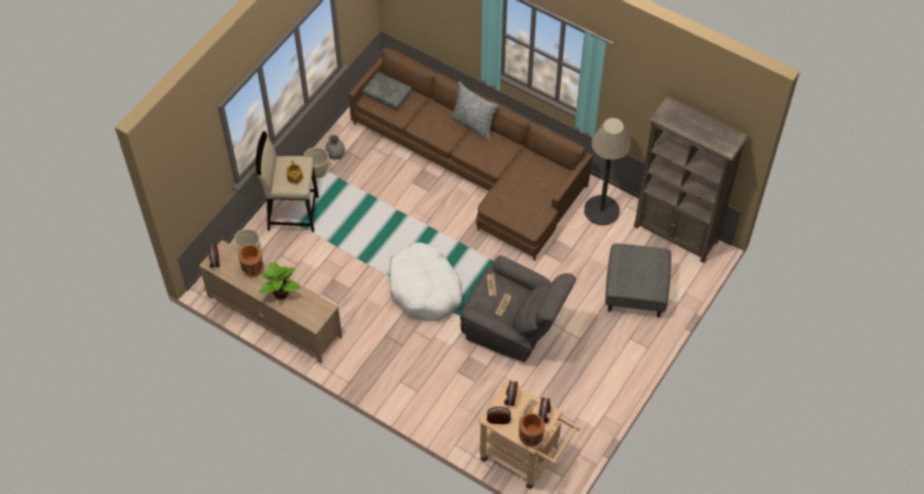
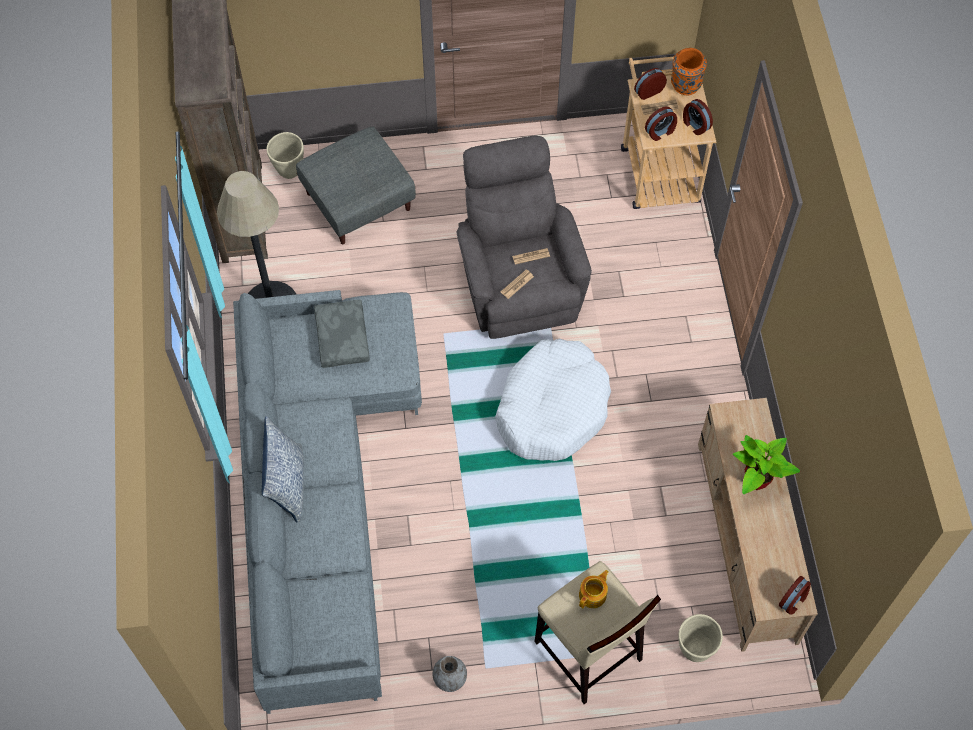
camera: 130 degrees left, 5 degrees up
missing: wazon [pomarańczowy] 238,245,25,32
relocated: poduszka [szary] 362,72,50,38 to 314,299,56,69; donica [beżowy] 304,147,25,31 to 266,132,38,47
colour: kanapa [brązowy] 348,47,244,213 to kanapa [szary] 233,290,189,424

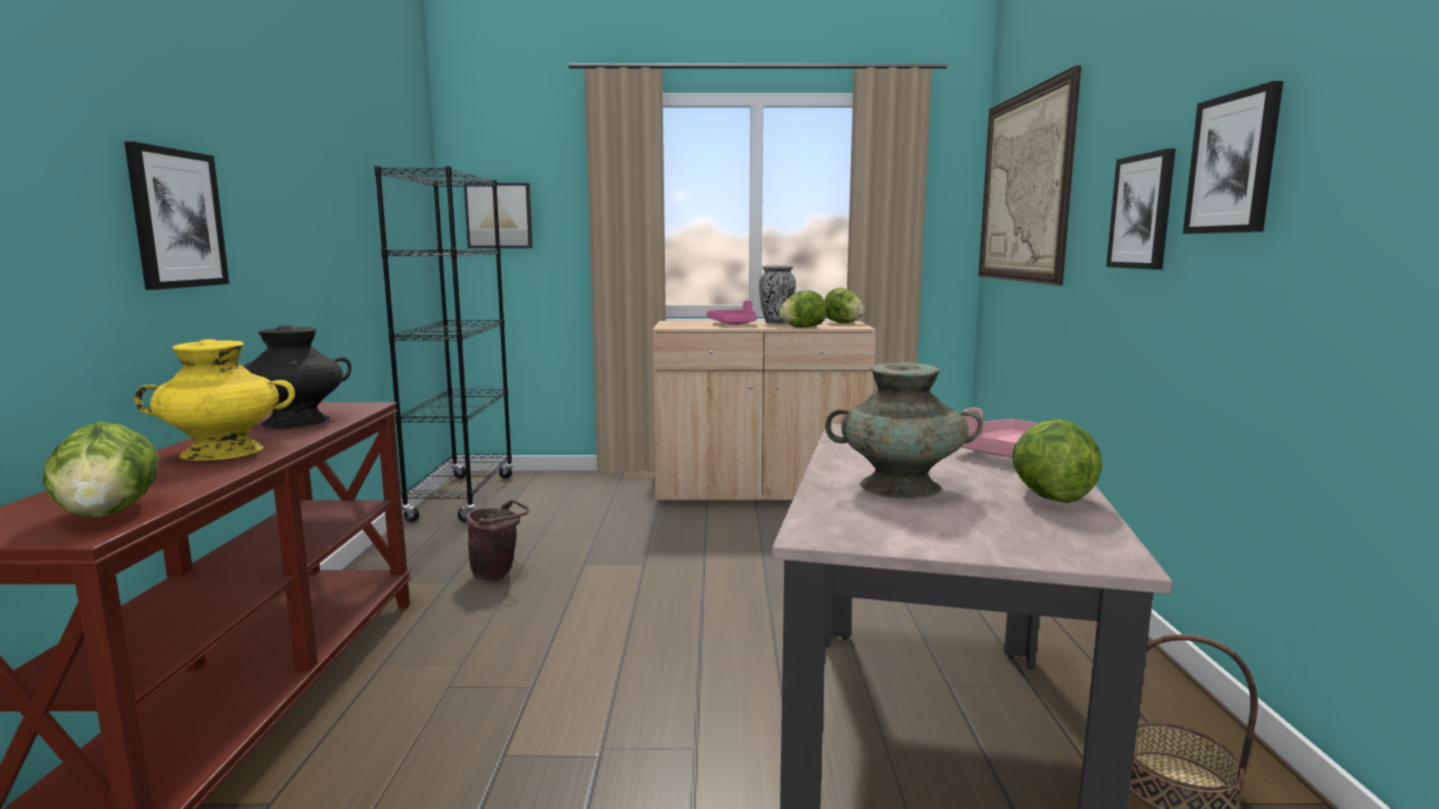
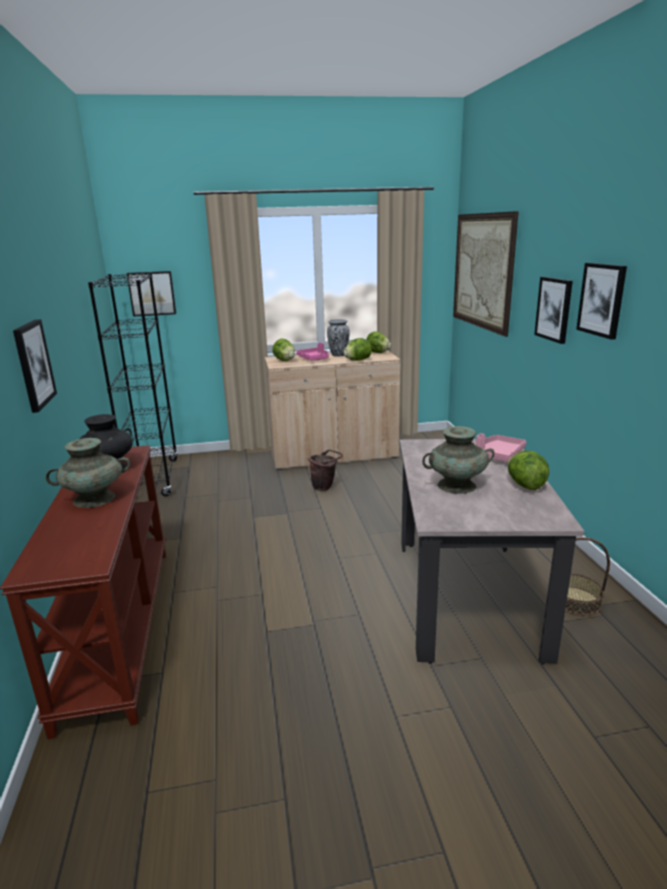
camera: 10 degrees left, 10 degrees up
relocated: sałata 42,421,117,97 to 272,338,23,23; wiadro [brązowy] 465,499,65,81 to 308,450,35,41
colour: wazon [żółty] 134,339,161,122 to wazon [turkusowy] 46,438,84,70

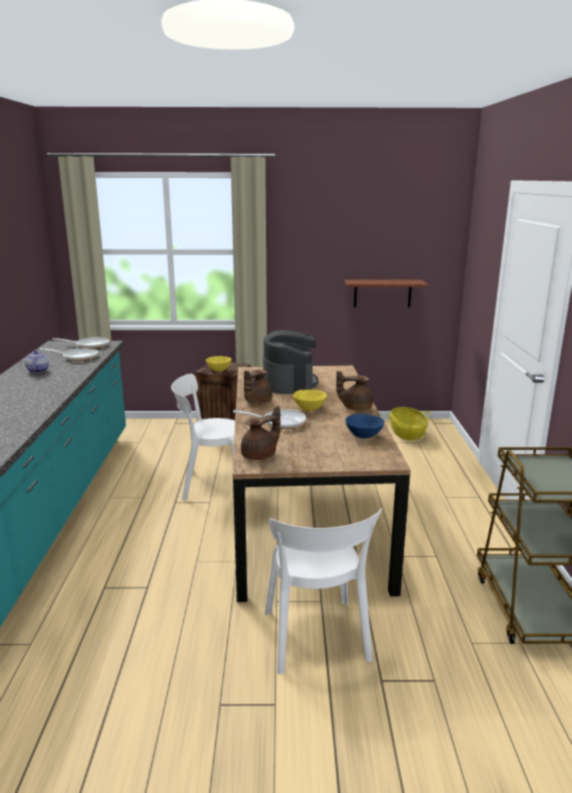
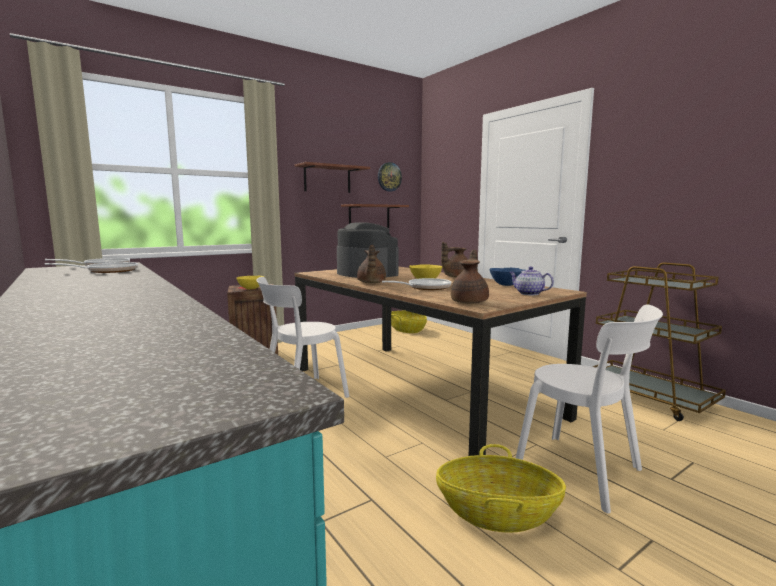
camera: 35 degrees left, 10 degrees down
appeared: półka [brązowy] 295,162,75,31; zegar ścienny 378,162,24,30; koszyk 436,444,130,89
relocated: imbryk 25,350,24,23 to 509,267,45,28

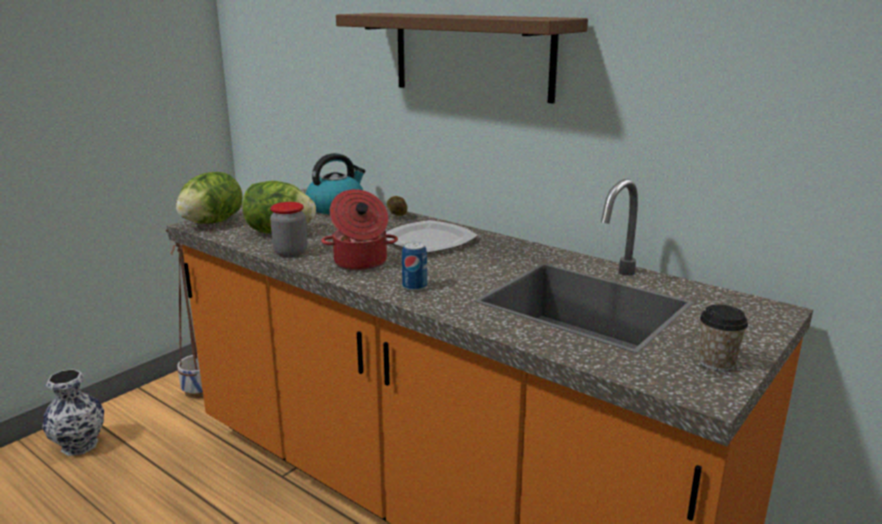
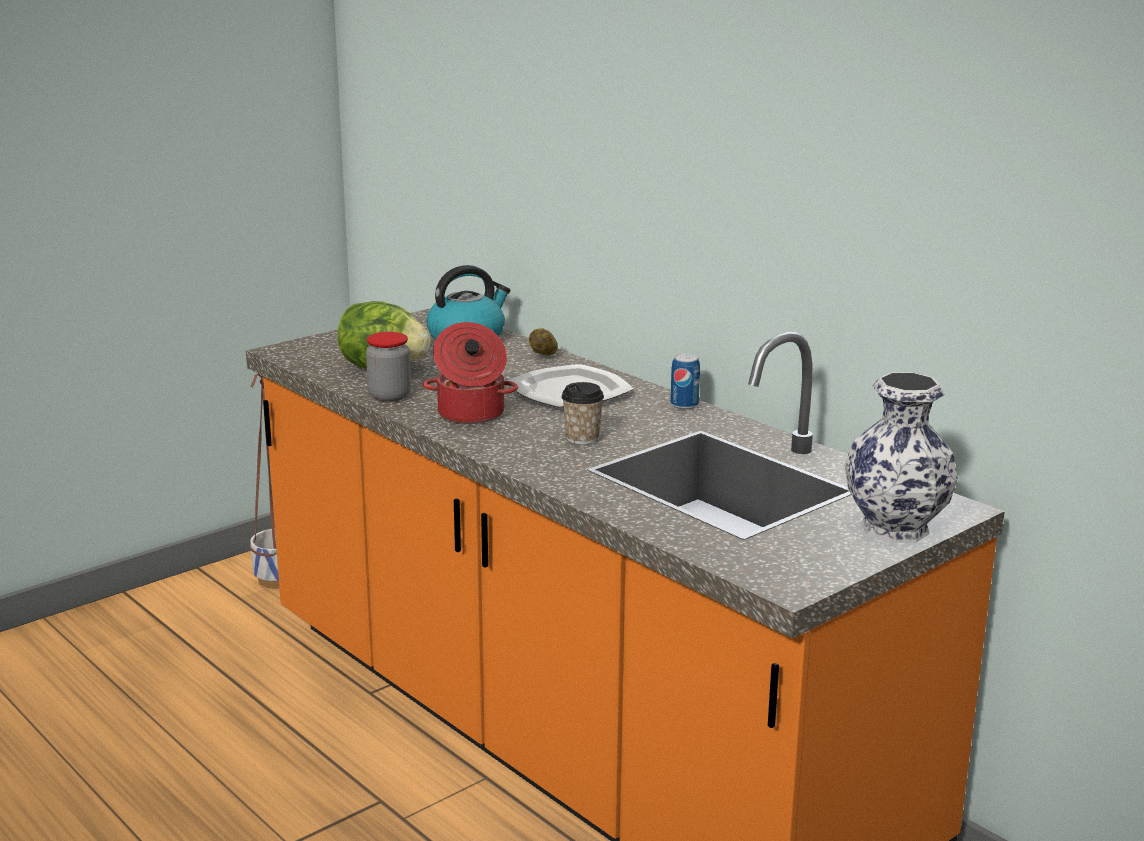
camera: 10 degrees right, 0 degrees up
missing: półka [brązowy] 336,13,252,91; sałata 176,172,66,52
relocated: puszka 402,242,25,49 to 670,354,30,56; filiżanka 699,305,49,66 to 561,382,43,63; wazon 42,369,62,87 to 845,372,113,171

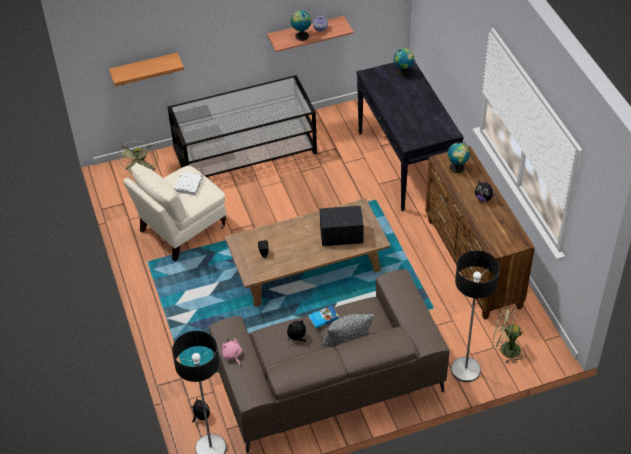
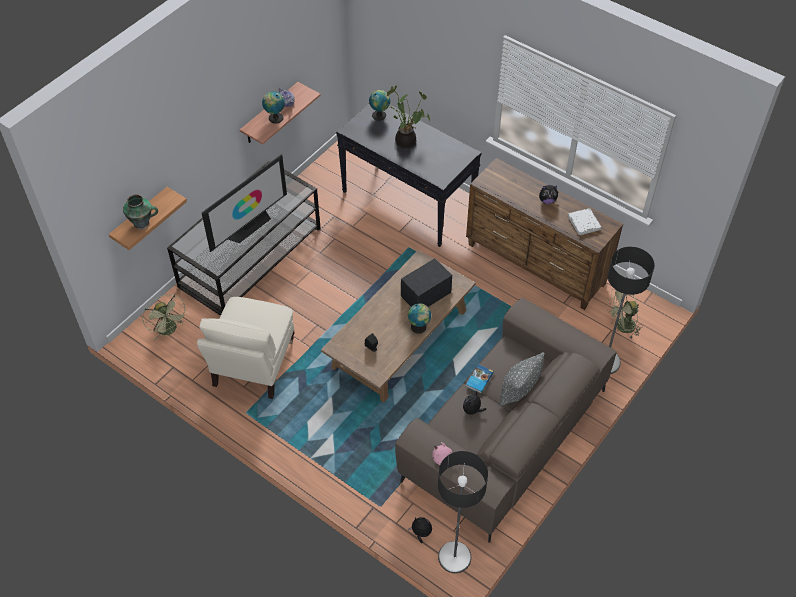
camera: 35 degrees left, 5 degrees up
appeared: roślina doniczkowa 382,86,48,62; telewizor 202,154,85,98; wazon 123,194,35,36
relocated: globus 447,142,23,31 to 408,303,23,31; książka [biały] 174,171,29,24 to 568,208,33,28

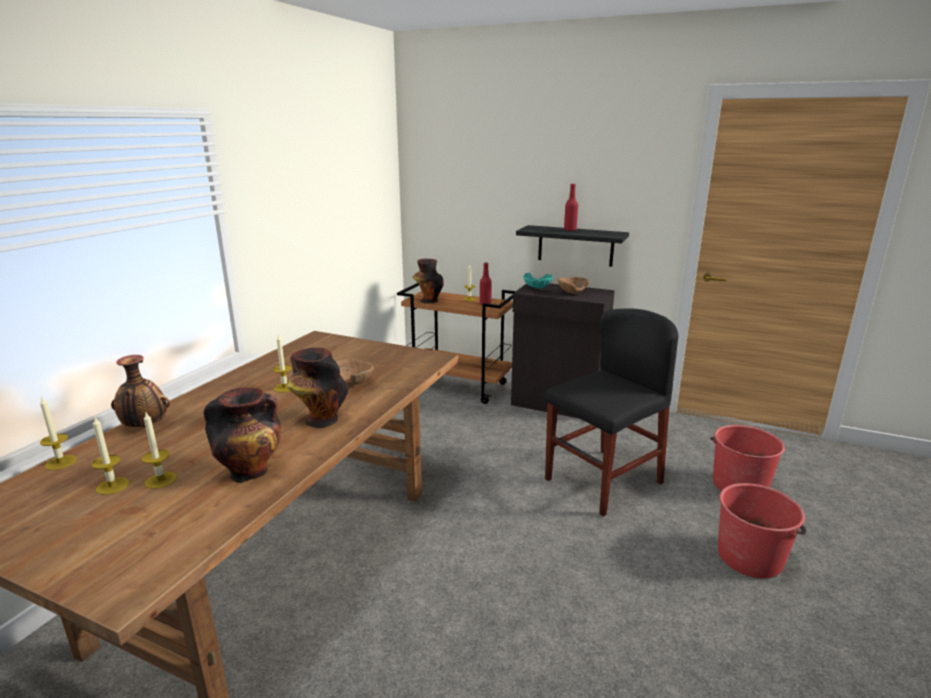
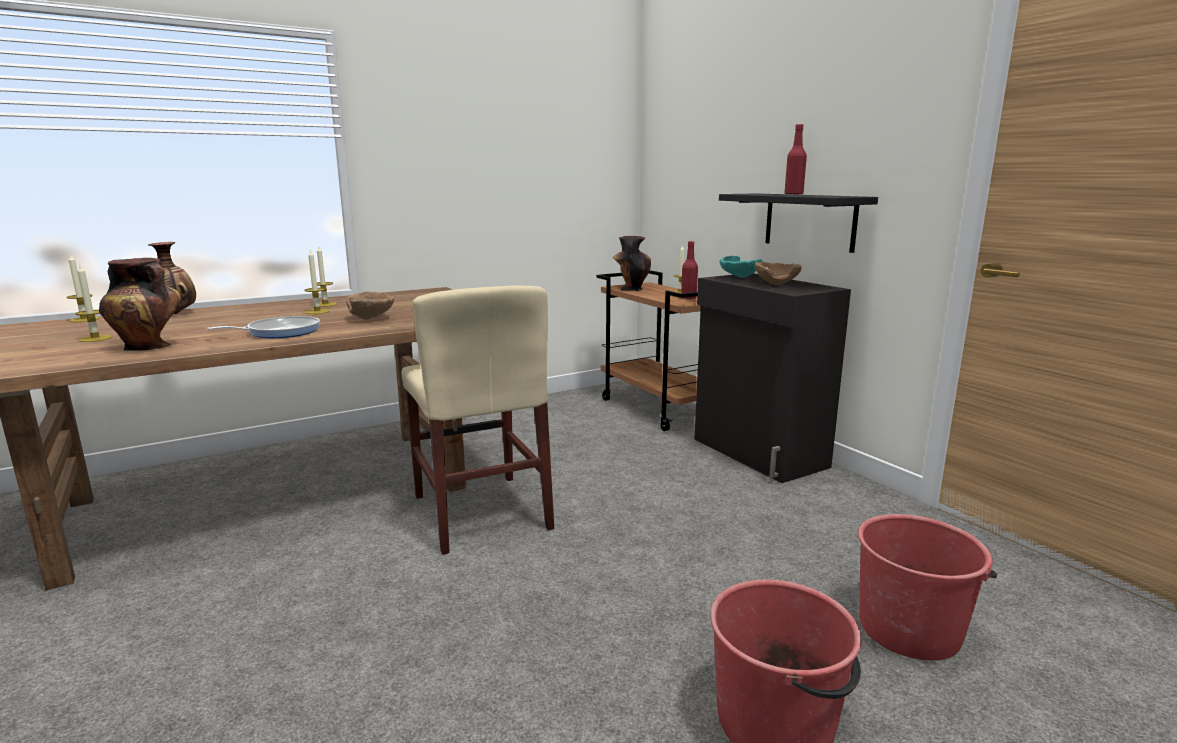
camera: 35 degrees right, 5 degrees down
missing: krzesło [czarny] 545,309,133,208
appeared: krzesło [beżowy] 402,286,152,269
relocated: świeca 92,417,37,78 to 317,246,20,61
exchanged: wazon 287,348,61,80 to patelnia 207,316,113,22

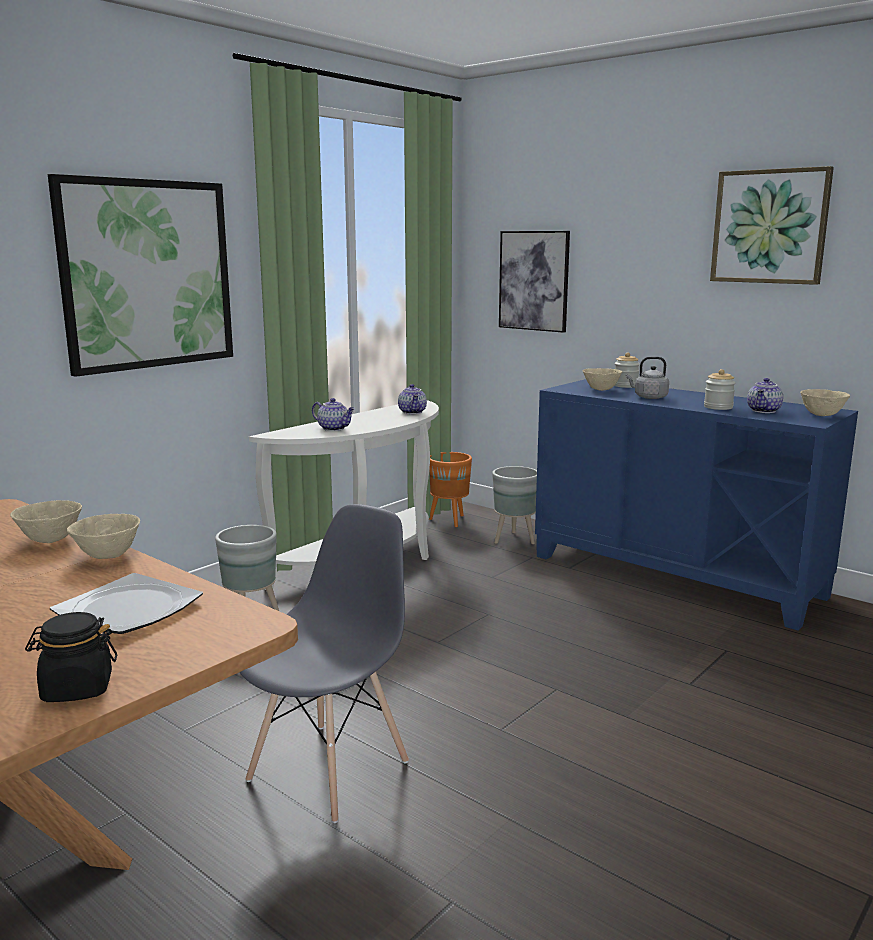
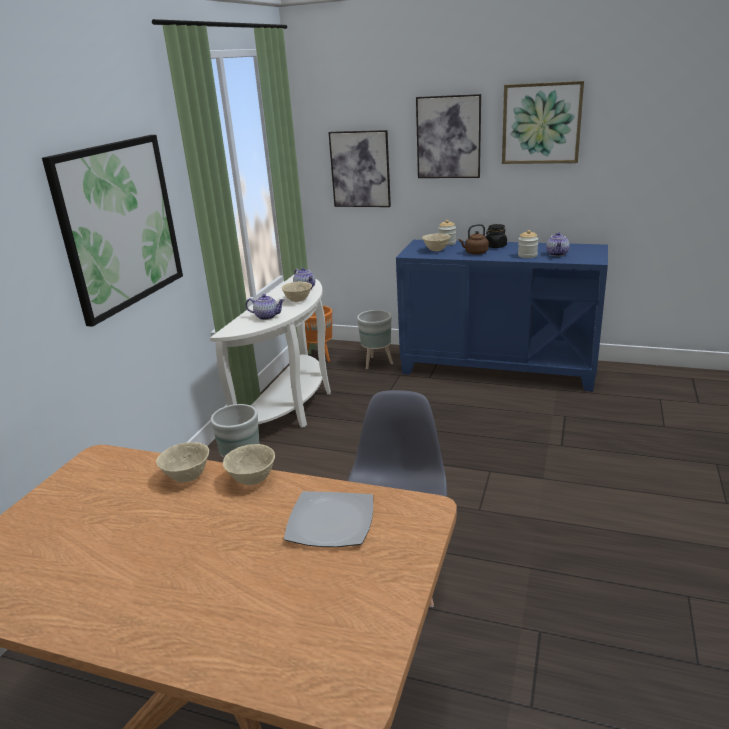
camera: 20 degrees left, 10 degrees up
appeared: obraz 416,94,65,84
relocated: miska [beżowy] 800,389,50,27 to 281,282,31,20; słoik [czarny] 25,612,92,90 to 485,224,22,24
colour: czajnik [szary] 626,357,43,42 to czajnik [brązowy] 459,224,30,31

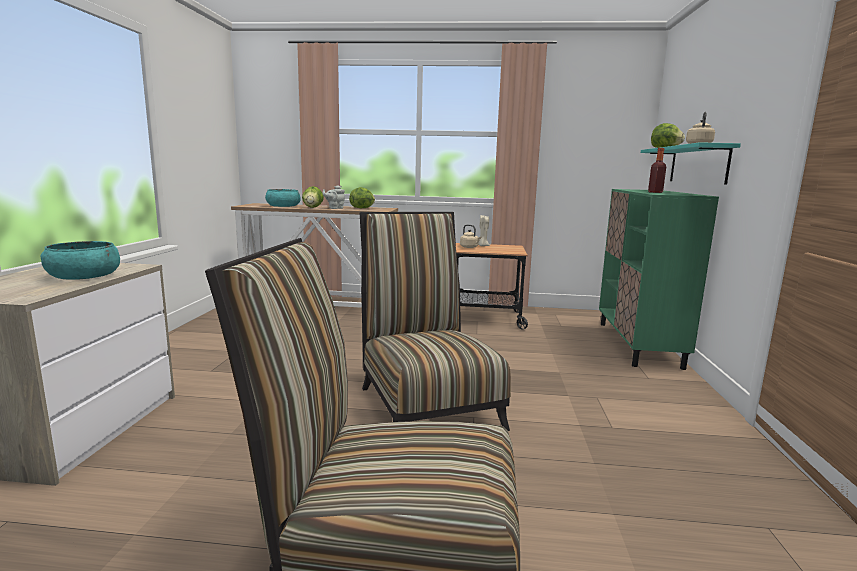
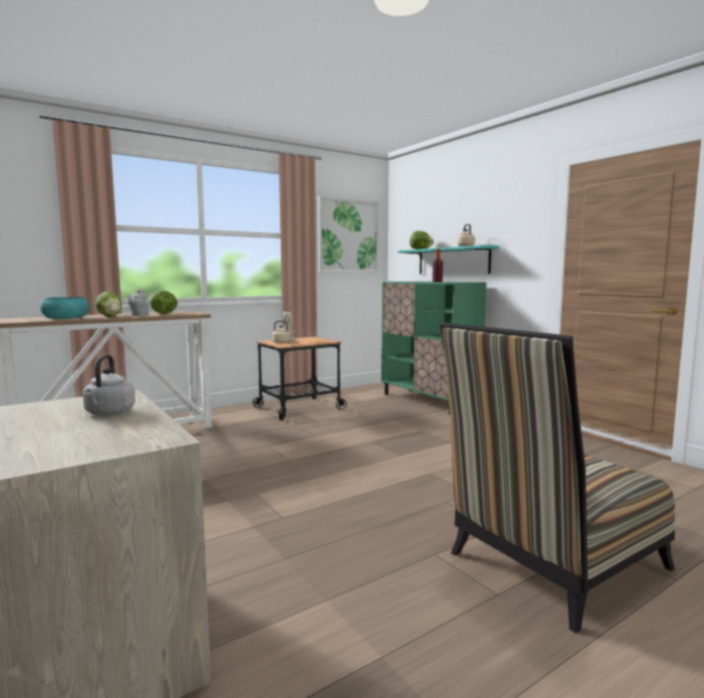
camera: 40 degrees left, 5 degrees down
missing: krzesło 360,212,151,219
appeared: obraz 317,196,63,77
exchanged: miska [turkusowy] 40,241,80,39 to czajnik [szary] 83,354,52,61

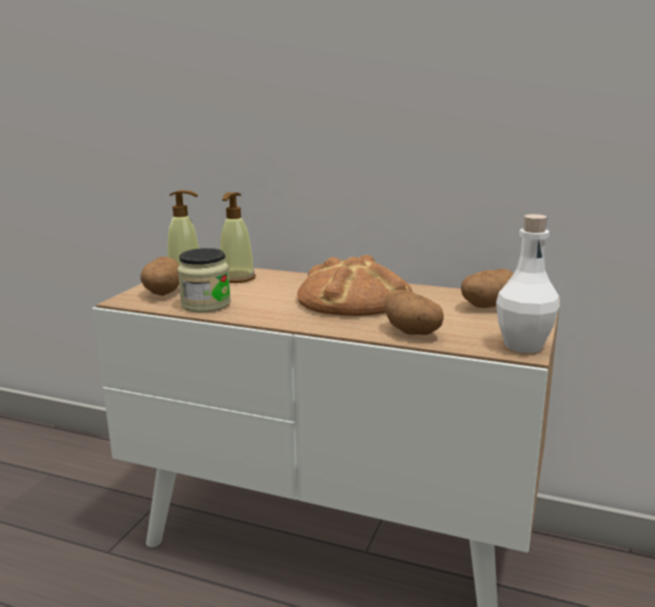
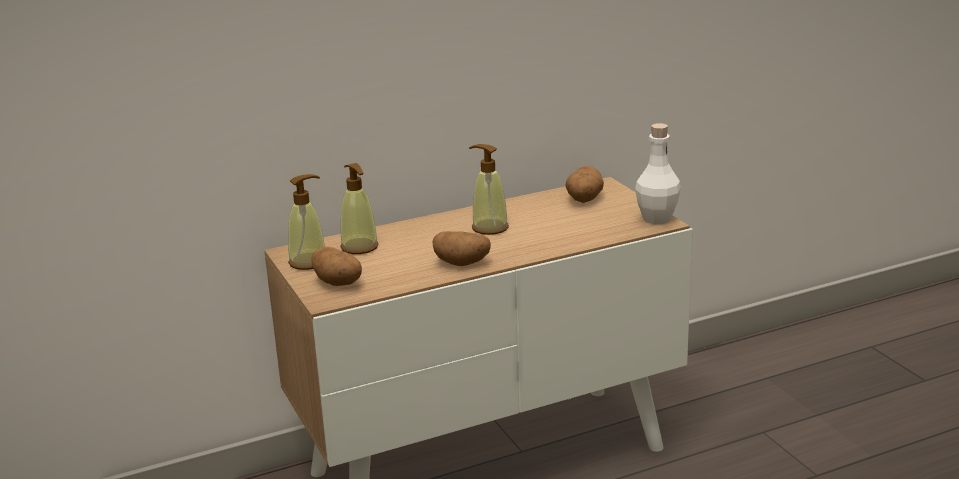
camera: 45 degrees left, 5 degrees up
missing: słoik 177,248,54,64
relocated: ziemniak 385,290,59,45 to 433,231,58,35
exchanged: chleb 297,254,116,62 to dozownik mydła 469,144,40,91

